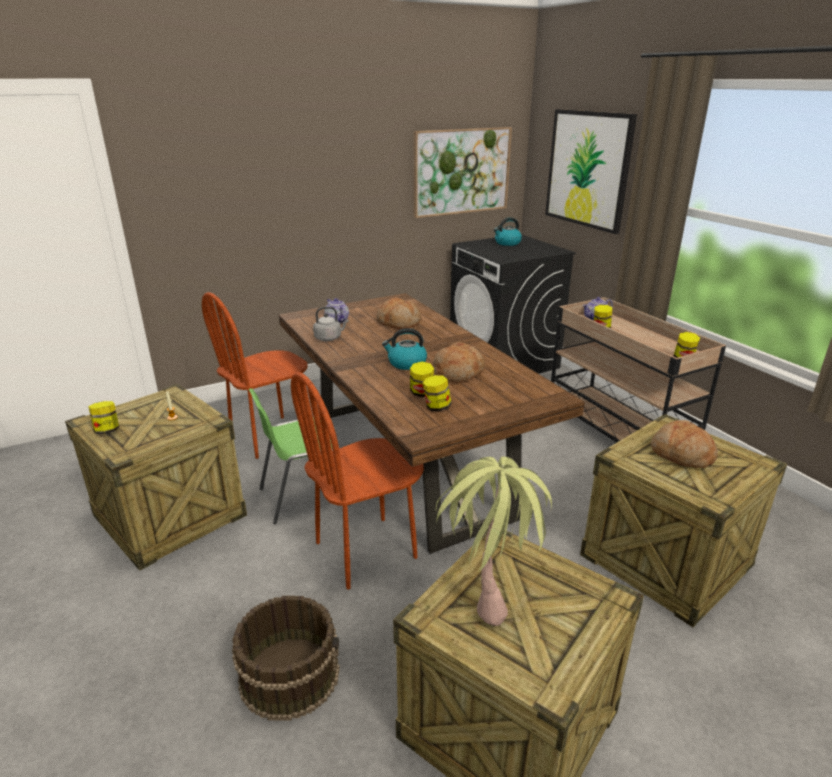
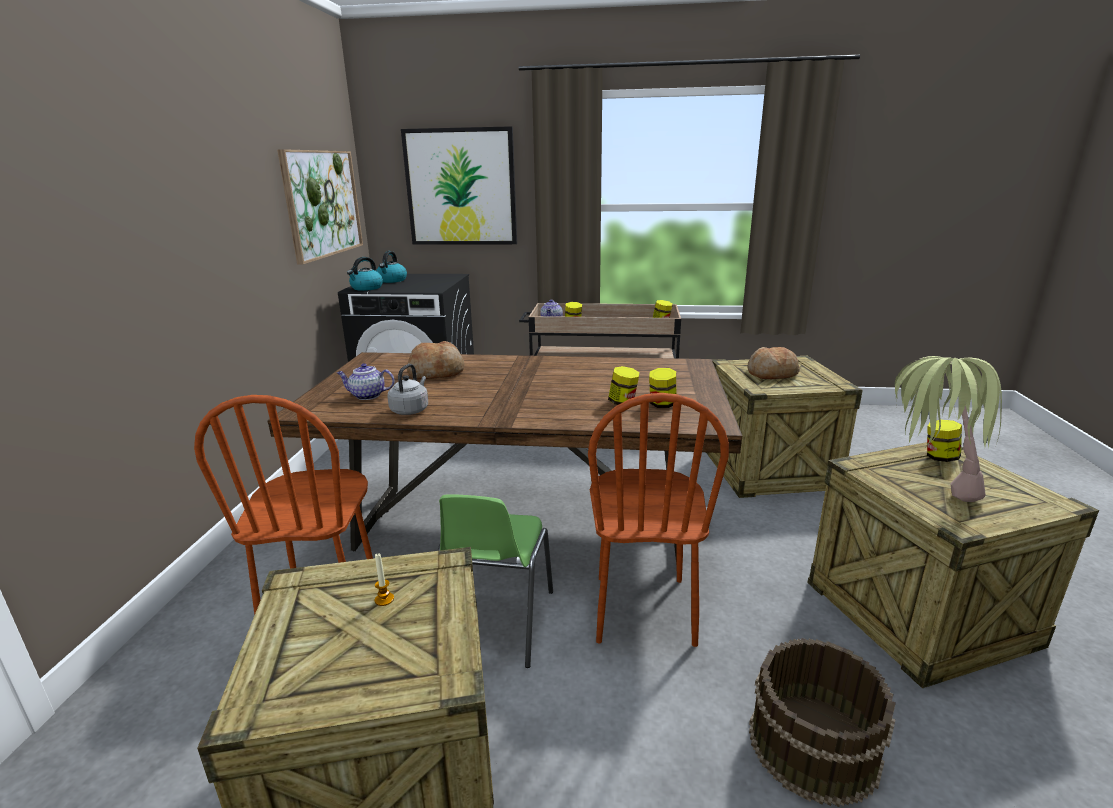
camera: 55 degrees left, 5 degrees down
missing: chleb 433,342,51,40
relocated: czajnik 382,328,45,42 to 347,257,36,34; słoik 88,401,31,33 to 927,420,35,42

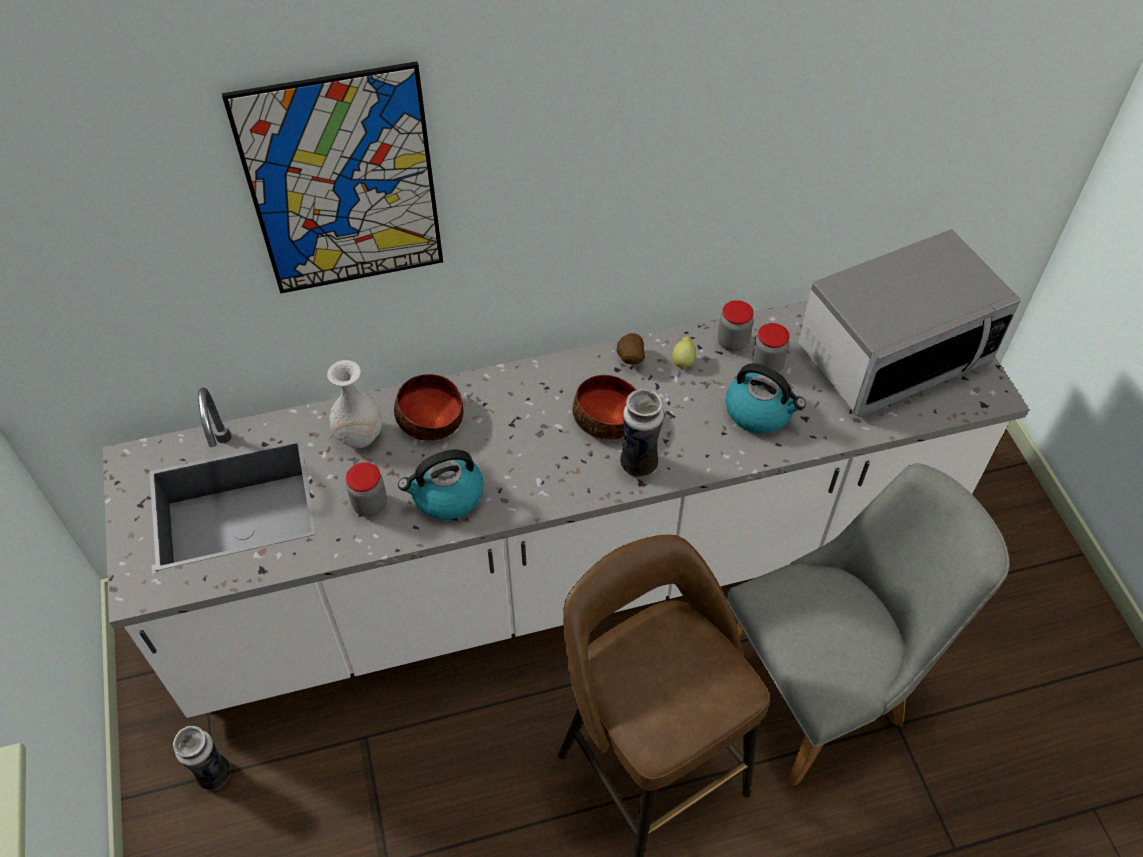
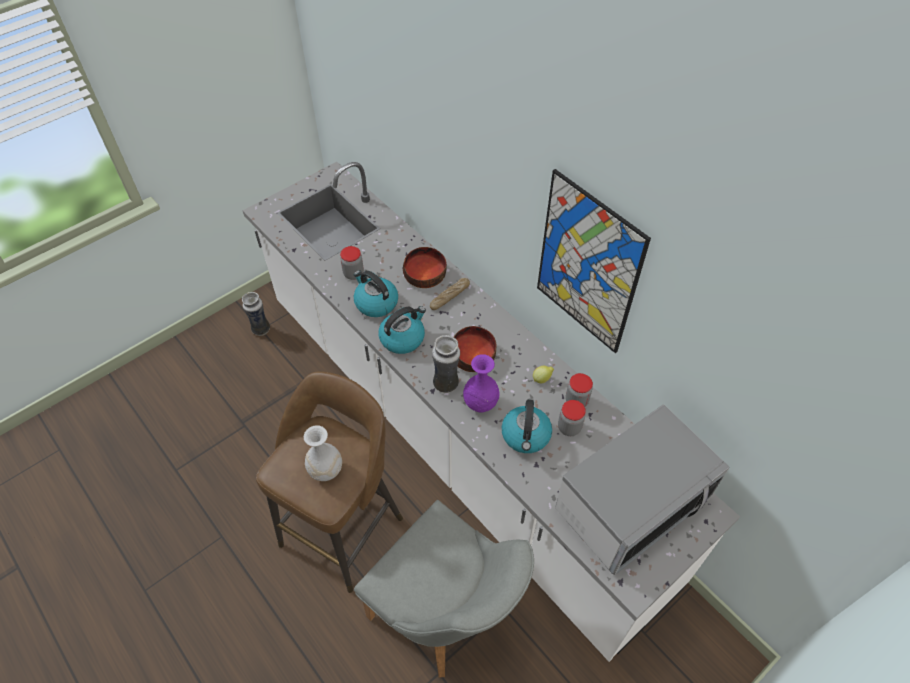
camera: 65 degrees right, 0 degrees up
missing: ziemniak 617,333,28,31
appeared: chleb 430,278,40,32; czajnik 378,306,48,48; wazon [fioletowy] 463,354,37,59
relocated: obraz 222,61,221,233 to 537,169,114,184; wazon [biały] 327,360,55,88 to 304,425,38,56
spun: mikrofalówka 798,229,223,188 = 555,404,174,171 75 degrees counterclockwise

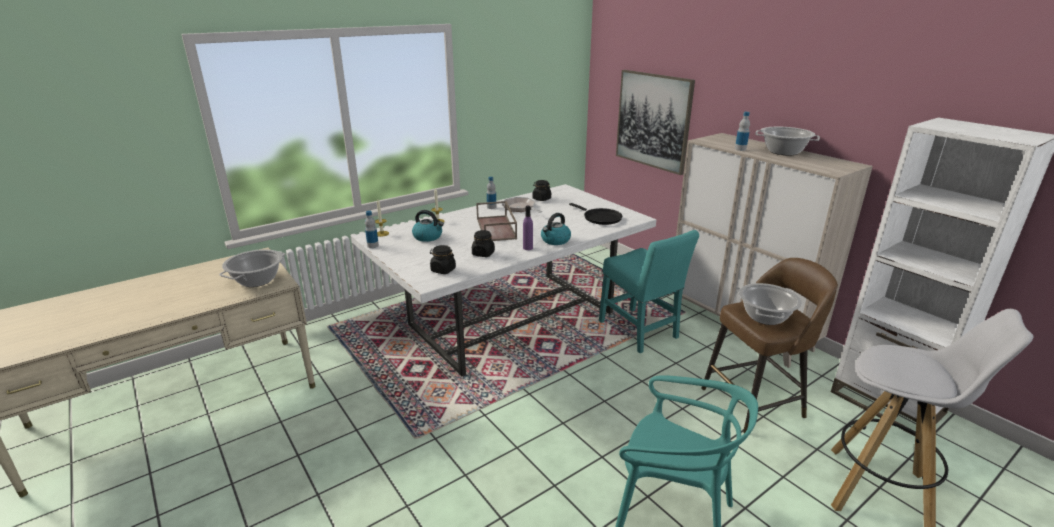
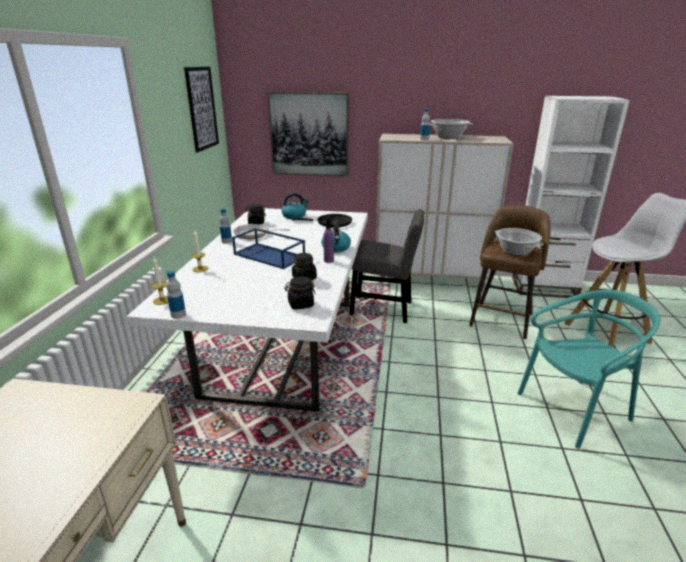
camera: 45 degrees left, 0 degrees up
missing: garnek 219,249,67,38
appeared: obraz 184,67,35,86
relocated: czajnik 412,210,32,32 to 282,193,27,26
colour: taca [brązowy] 476,201,41,40 to taca [niebieski] 232,228,73,41; krzesło [turkusowy] 599,230,100,123 to krzesło [szary] 349,209,75,114

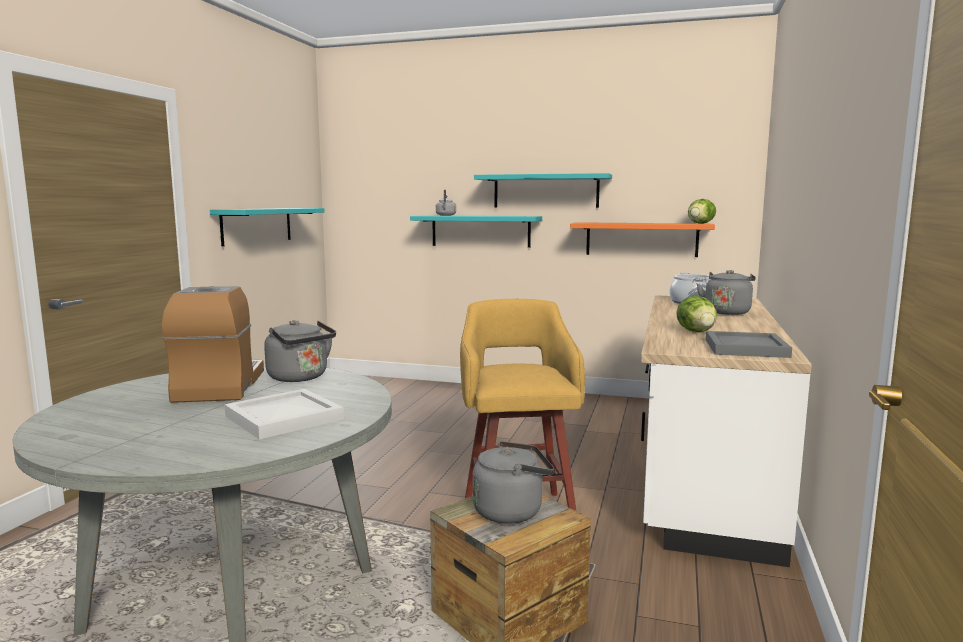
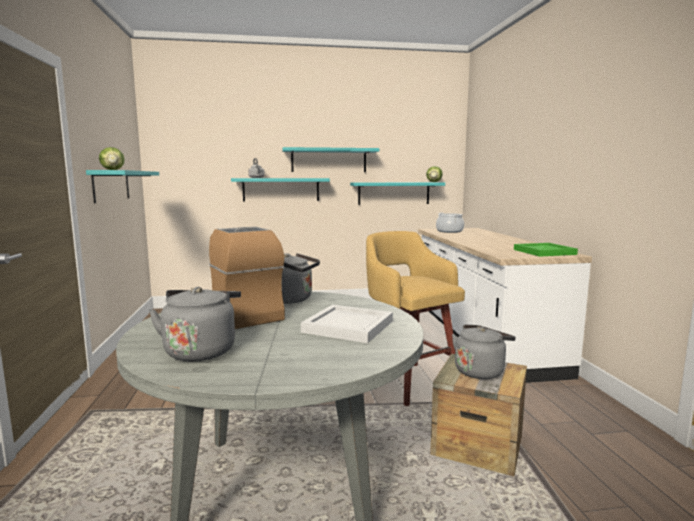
camera: 25 degrees left, 0 degrees up
relocated: czajnik [szary] 696,270,60,45 to 149,287,92,75; sałata 676,296,41,36 to 99,147,26,23
colour: półka [pomarańczowy] 570,222,145,35 to półka [turkusowy] 350,182,95,23; taca [szary] 706,331,86,27 to taca [zielony] 514,243,64,14

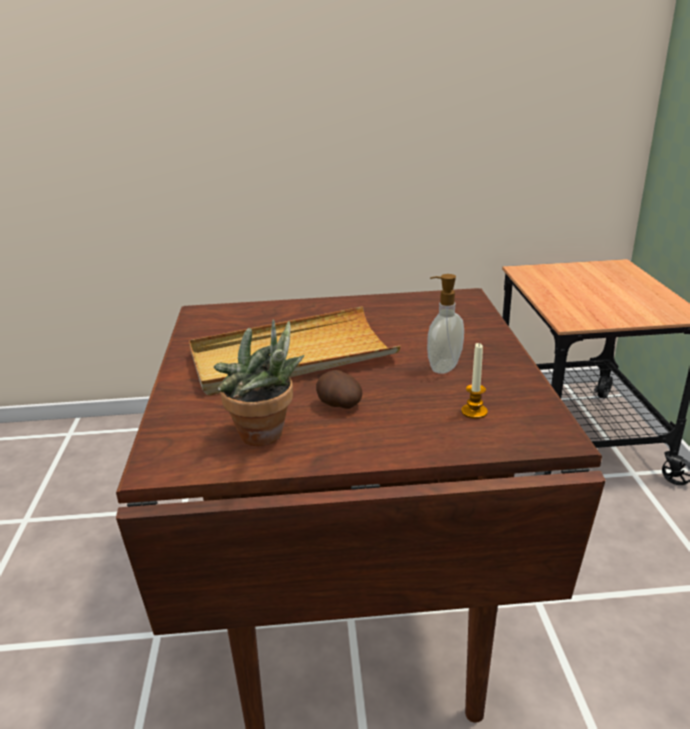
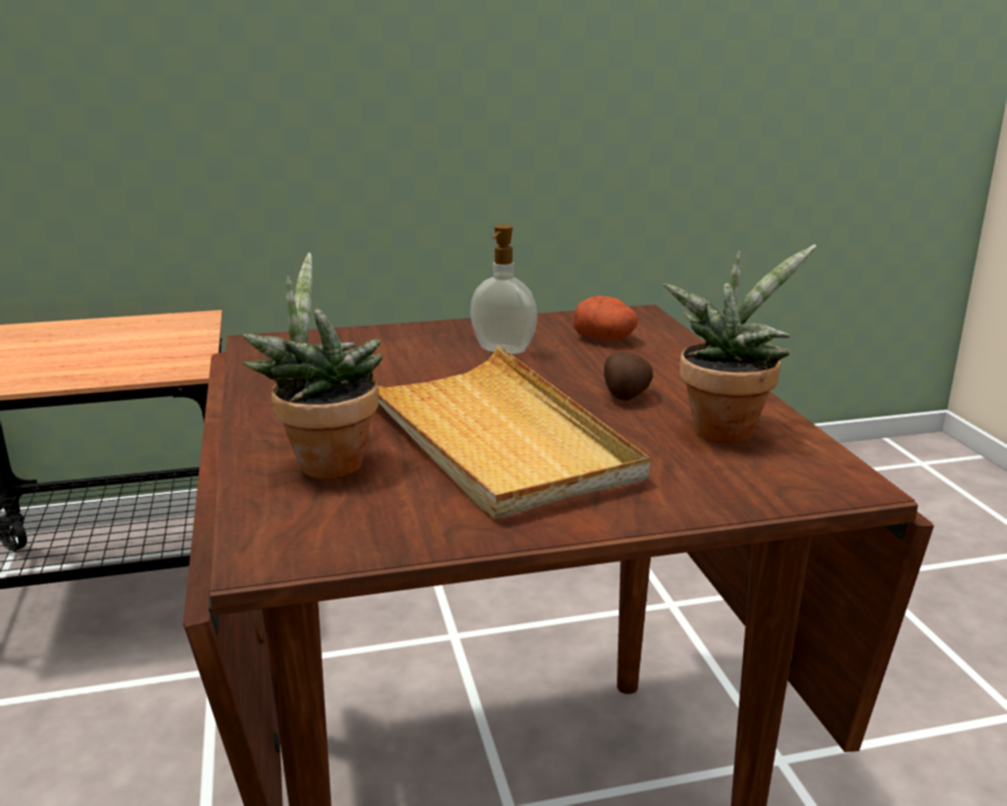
camera: 100 degrees left, 5 degrees down
appeared: roślina doniczkowa 243,253,140,226
exchanged: świeca 461,343,27,76 to ziemniak 574,296,64,44

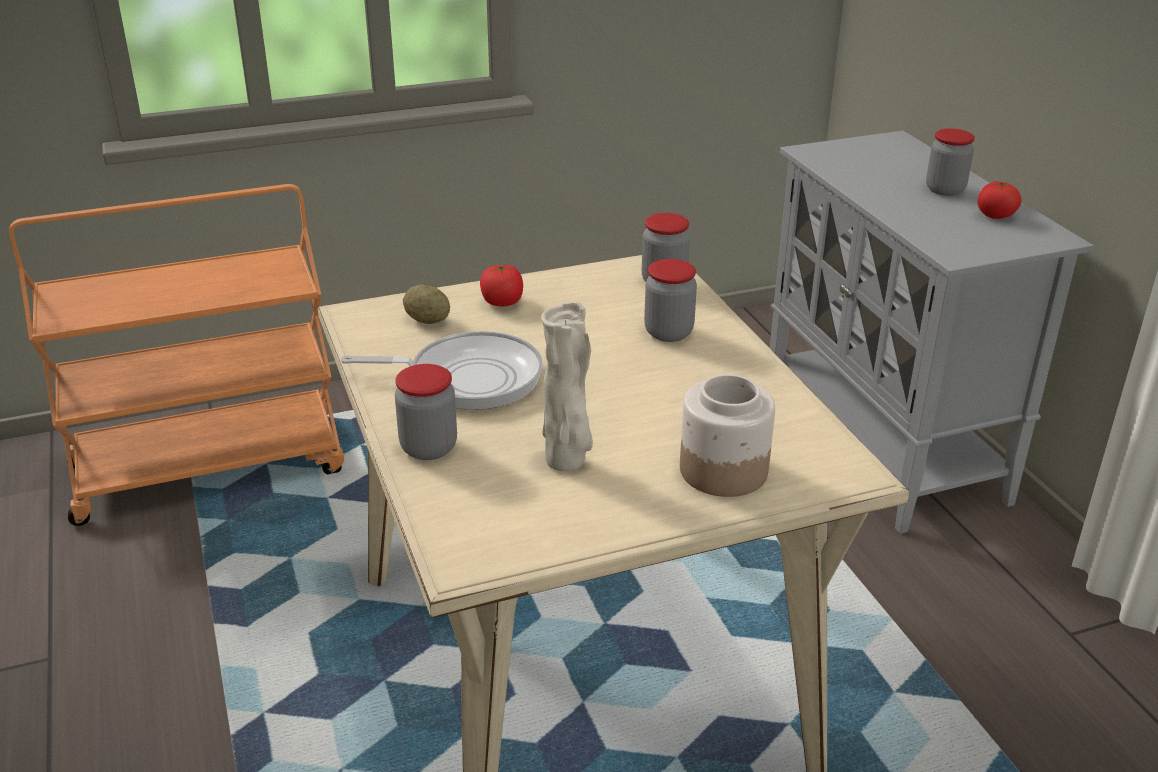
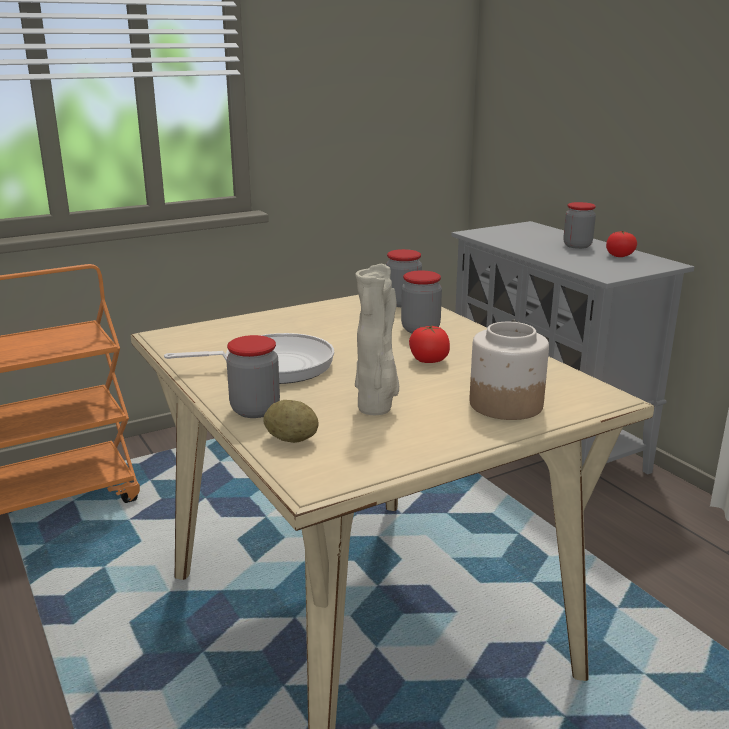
camera: 10 degrees left, 10 degrees down
relocated: pomidor 480,264,43,42 to 409,325,41,38; ziemniak 403,285,47,39 to 263,400,55,43

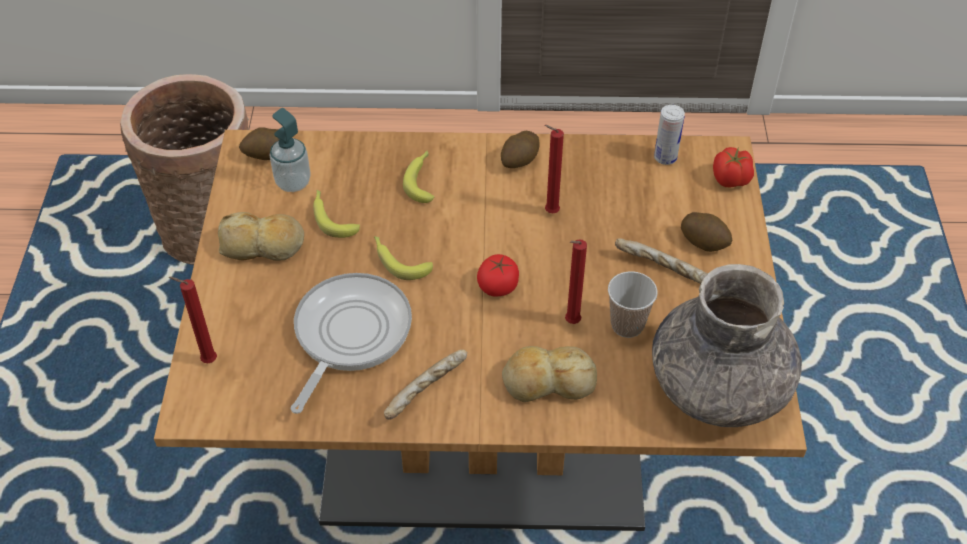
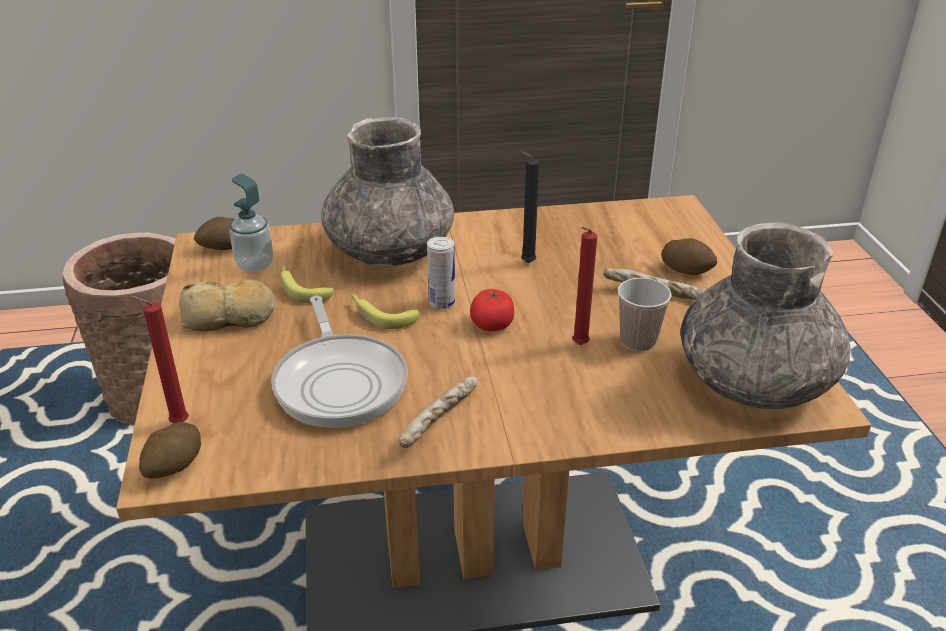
camera: 10 degrees left, 15 degrees down
missing: pomidor 713,147,41,40; chleb 502,346,95,56
relocated: puszka 654,105,31,60 to 427,237,28,72; ziemniak 501,131,39,37 to 139,422,62,57
exchanged: banan 403,151,31,52 to wazon [szary] 321,117,133,150
colour: świeca [czerwony] 544,125,20,88 to świeca [czarny] 520,151,19,112
spun: patelnia 290,273,122,141 = 271,296,137,132 150 degrees clockwise

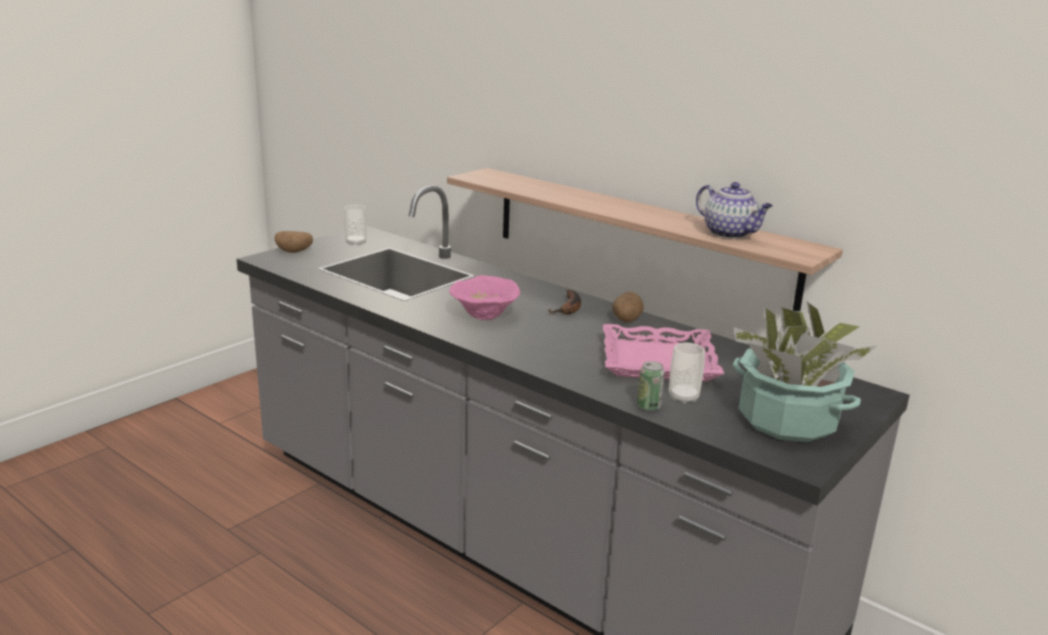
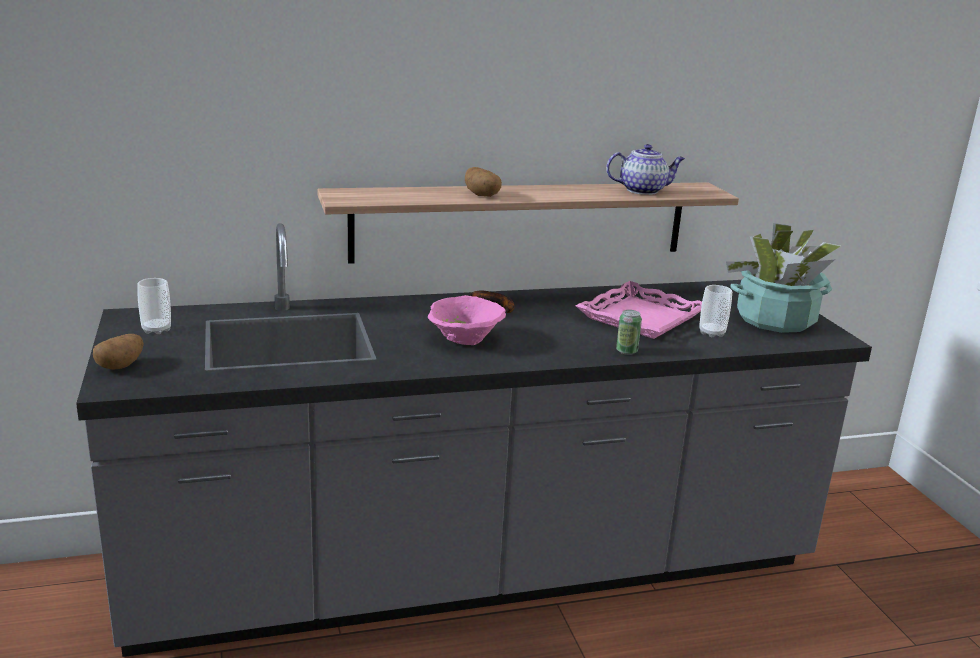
camera: 55 degrees left, 0 degrees up
relocated: ziemniak 612,292,32,31 to 465,167,37,30; puszka 637,361,28,50 to 616,310,26,45

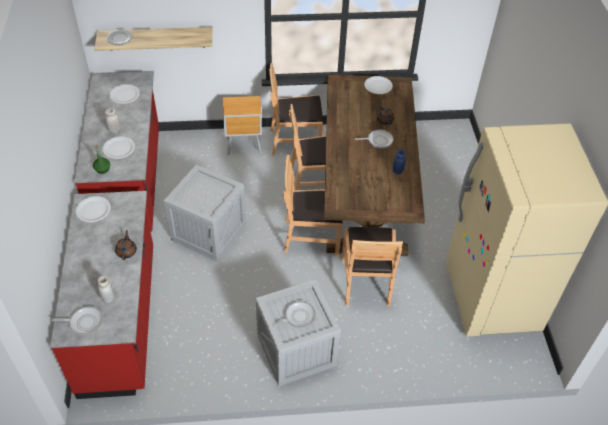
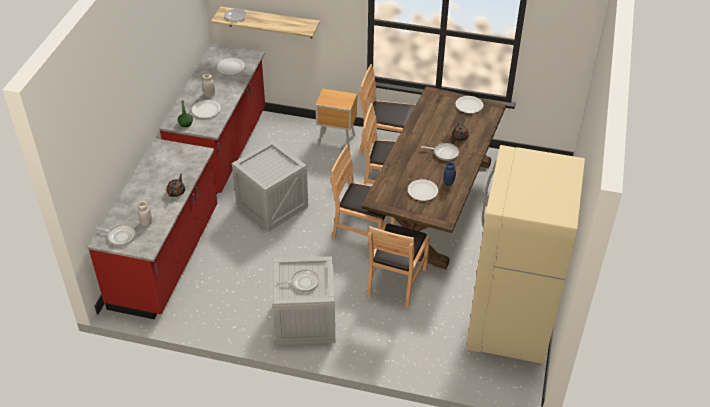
camera: 20 degrees right, 5 degrees down
relocated: talerz [biały] 75,196,36,26 to 408,179,30,22

